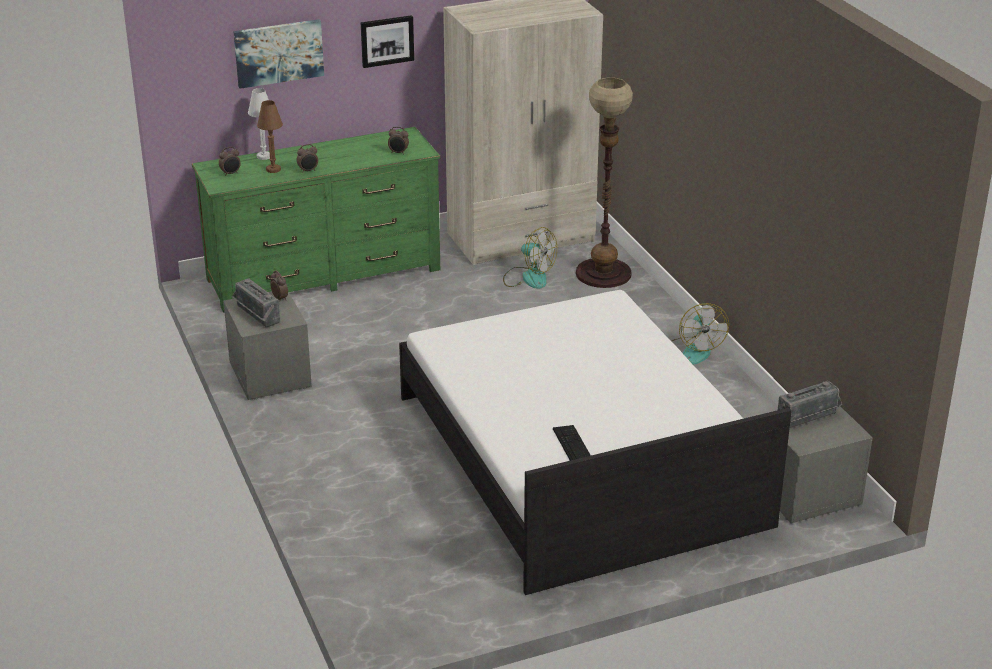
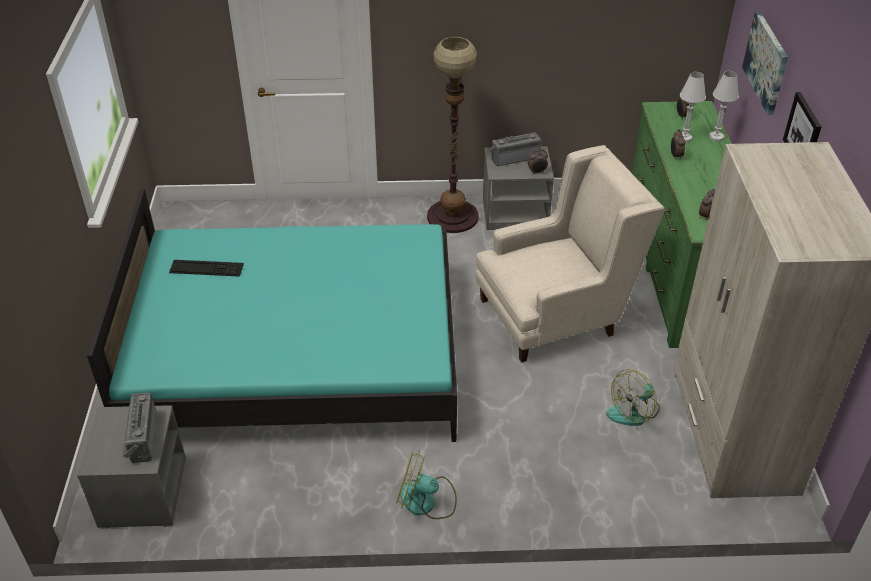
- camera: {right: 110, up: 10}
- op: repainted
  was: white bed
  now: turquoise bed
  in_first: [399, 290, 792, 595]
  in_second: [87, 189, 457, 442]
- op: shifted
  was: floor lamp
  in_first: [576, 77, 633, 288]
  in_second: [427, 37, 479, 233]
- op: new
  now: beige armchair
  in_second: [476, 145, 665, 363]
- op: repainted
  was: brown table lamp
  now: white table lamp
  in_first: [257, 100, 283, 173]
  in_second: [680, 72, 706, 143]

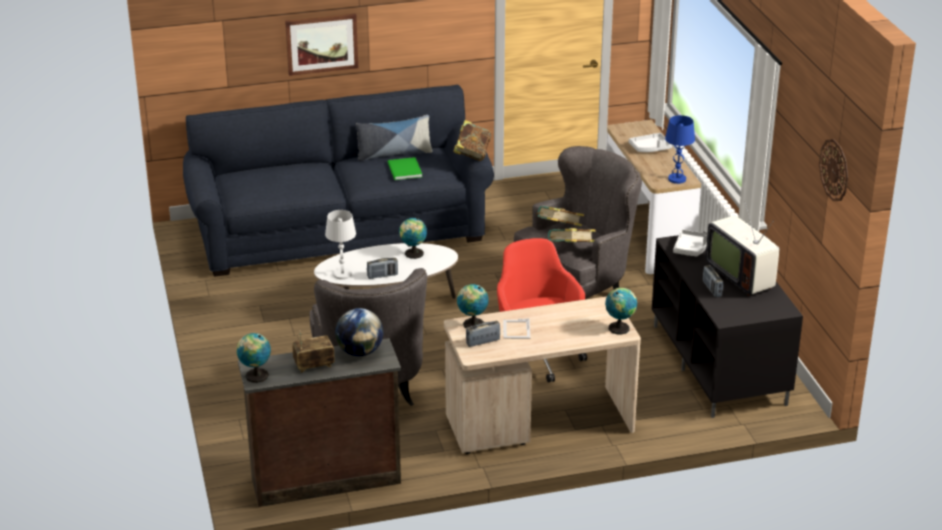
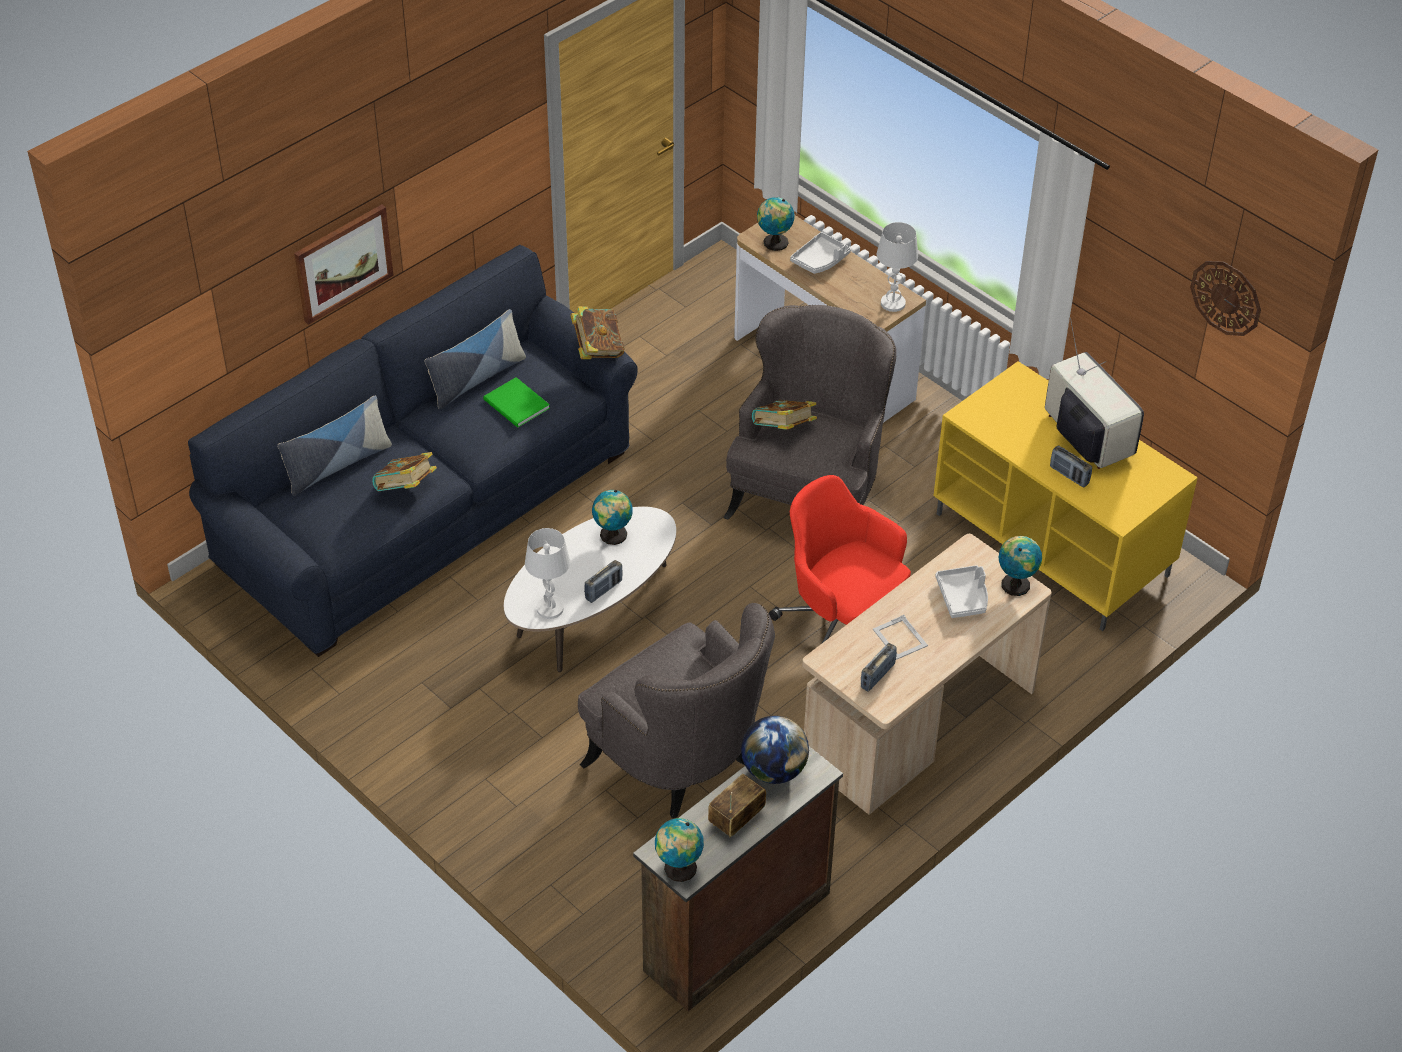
- camera: {right: -30, up: 15}
- op: new
  now: pillow
  in_second: [277, 396, 392, 495]
- op: shifted
  was: book
  in_first: [548, 228, 596, 243]
  in_second: [372, 452, 437, 491]
- op: shifted
  was: globe
  in_first: [457, 284, 489, 328]
  in_second: [757, 197, 795, 251]
- op: repainted
  was: blue table lamp
  now: white table lamp
  in_first: [665, 115, 695, 184]
  in_second: [877, 222, 918, 312]
- op: repainted
  was: black tv stand
  now: yellow tv stand
  in_first: [652, 232, 803, 418]
  in_second: [934, 361, 1198, 631]
- op: shifted
  was: grey tray
  in_first: [673, 230, 708, 256]
  in_second: [936, 565, 988, 618]
- op: rotated
  was: television
  in_first: [706, 201, 779, 296]
  in_second: [1045, 318, 1144, 469]
  clockwise: -150

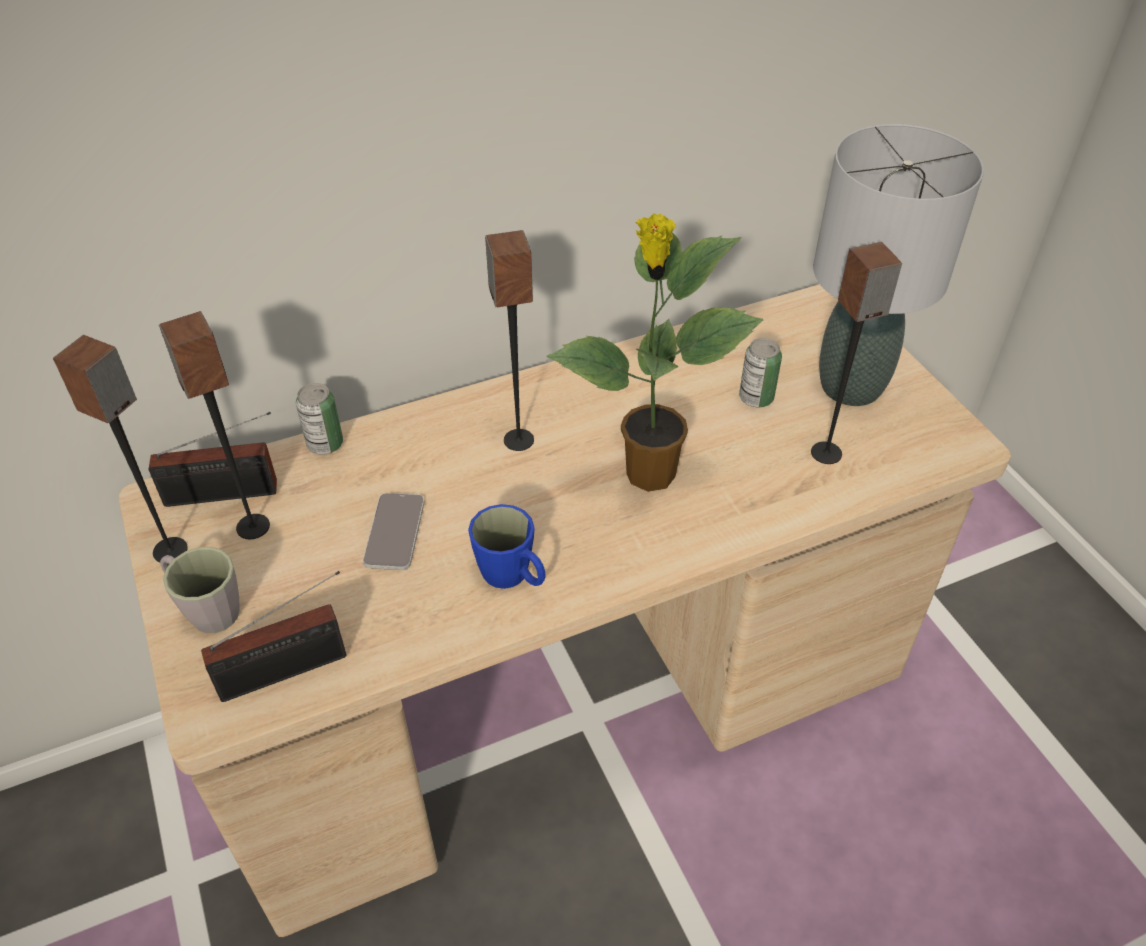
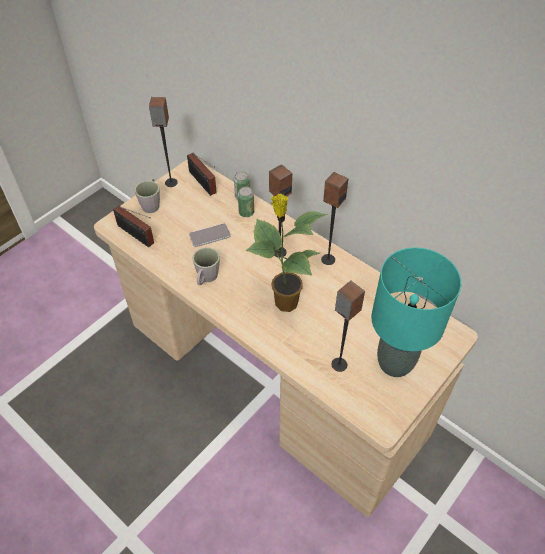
- camera: {right: 65, up: 5}
- op: repainted
  was: blue mug
  now: grey mug
  in_first: [468, 504, 546, 589]
  in_second: [192, 247, 220, 285]
- op: shifted
  was: can
  in_first: [739, 338, 782, 408]
  in_second: [238, 187, 254, 217]
- op: shifted
  was: speaker
  in_first: [159, 311, 270, 539]
  in_second: [321, 172, 348, 265]
- op: repainted
  was: grey table lamp
  now: turquoise table lamp
  in_first: [813, 124, 984, 406]
  in_second: [371, 248, 461, 377]

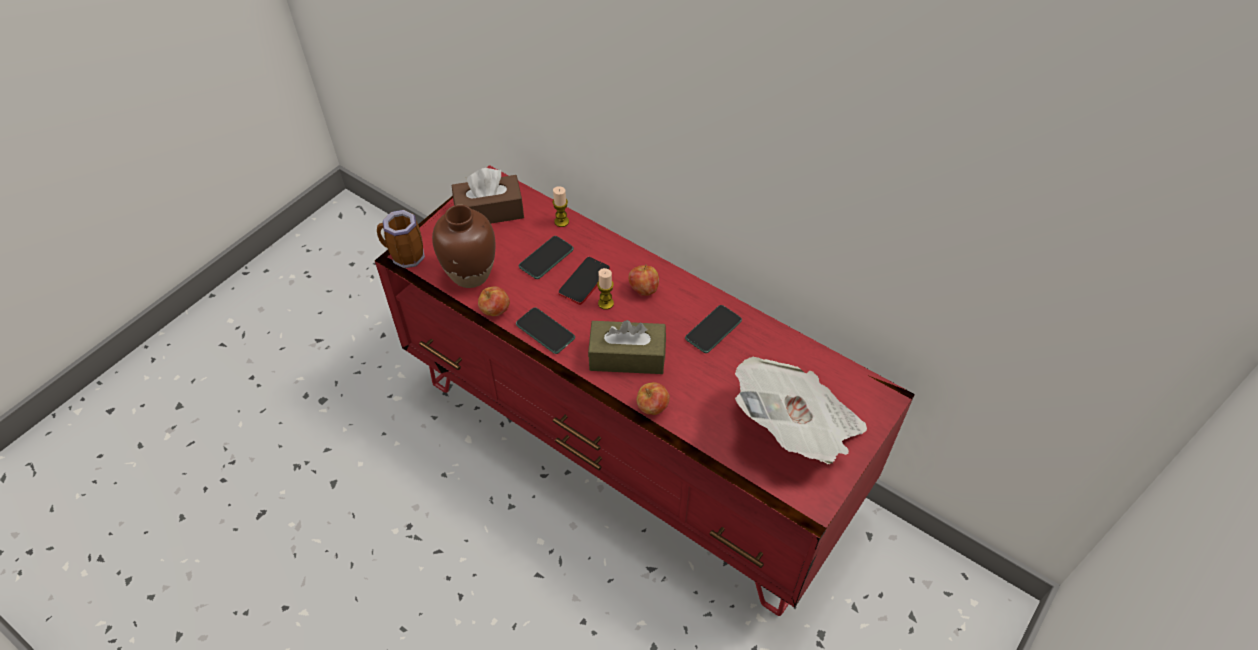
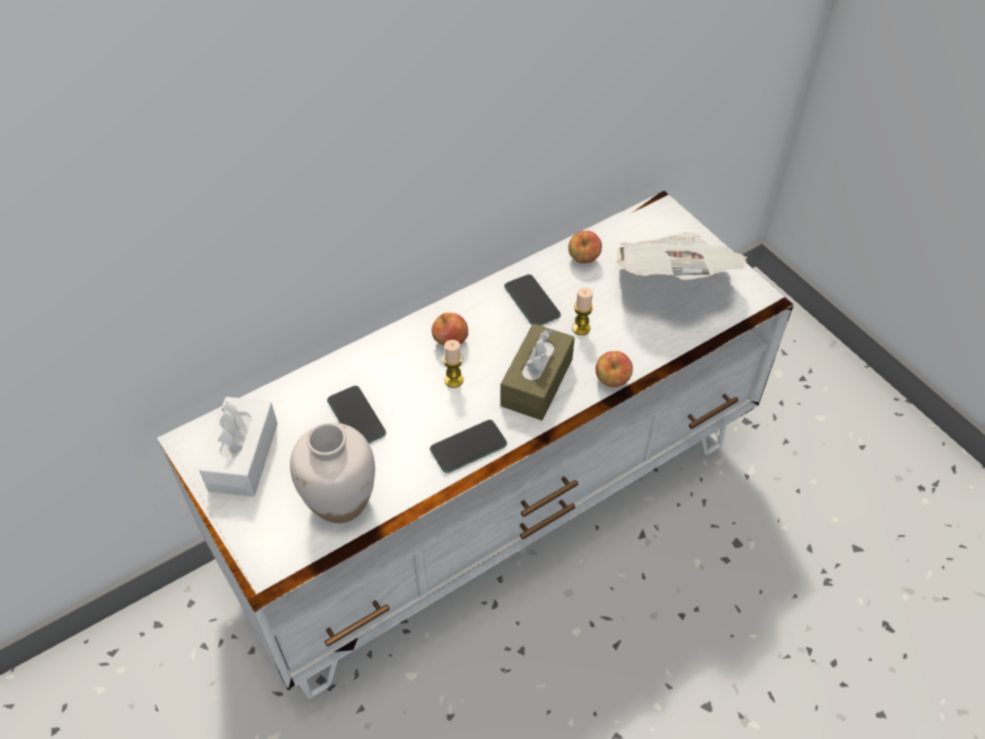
- camera: {right: -70, up: 0}
- op: repainted
  was: red tv stand
  now: white tv stand
  in_first: [375, 165, 915, 616]
  in_second: [157, 191, 794, 699]
- op: repainted
  was: brown tissue box
  now: white tissue box
  in_first: [452, 168, 524, 224]
  in_second: [199, 397, 278, 497]
- op: repainted
  was: brown vase
  now: white vase
  in_first: [432, 205, 496, 288]
  in_second: [290, 423, 375, 523]
- op: shifted
  was: apple
  in_first: [478, 286, 510, 316]
  in_second: [568, 231, 602, 264]
- op: shifted
  was: candle
  in_first: [553, 186, 569, 227]
  in_second: [572, 288, 593, 335]
- op: gone
  was: mug
  in_first: [377, 210, 425, 268]
- op: gone
  was: phone
  in_first: [558, 257, 610, 305]

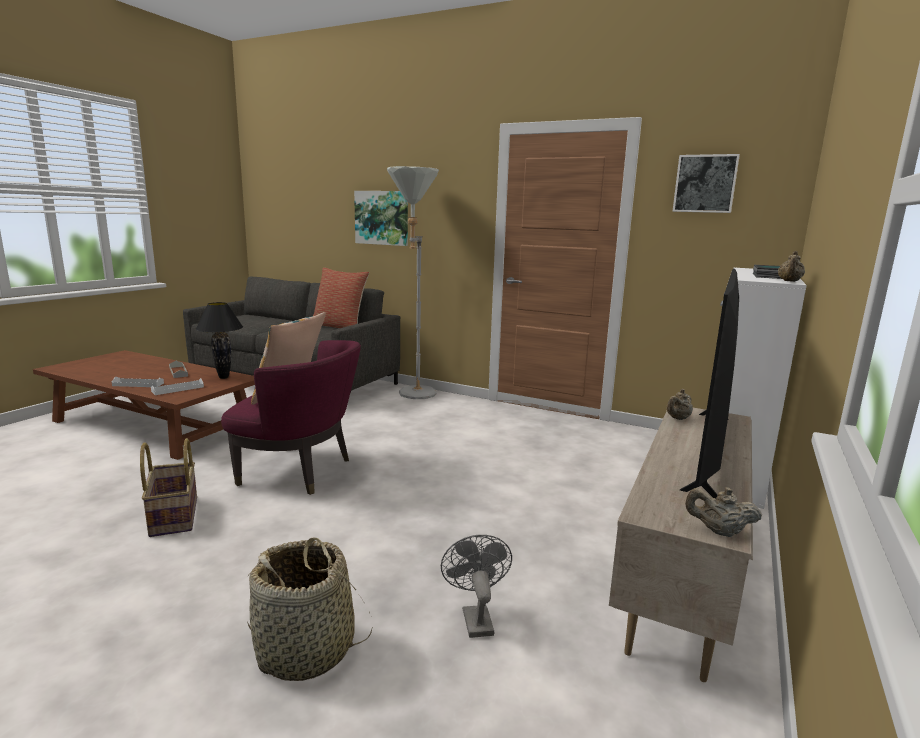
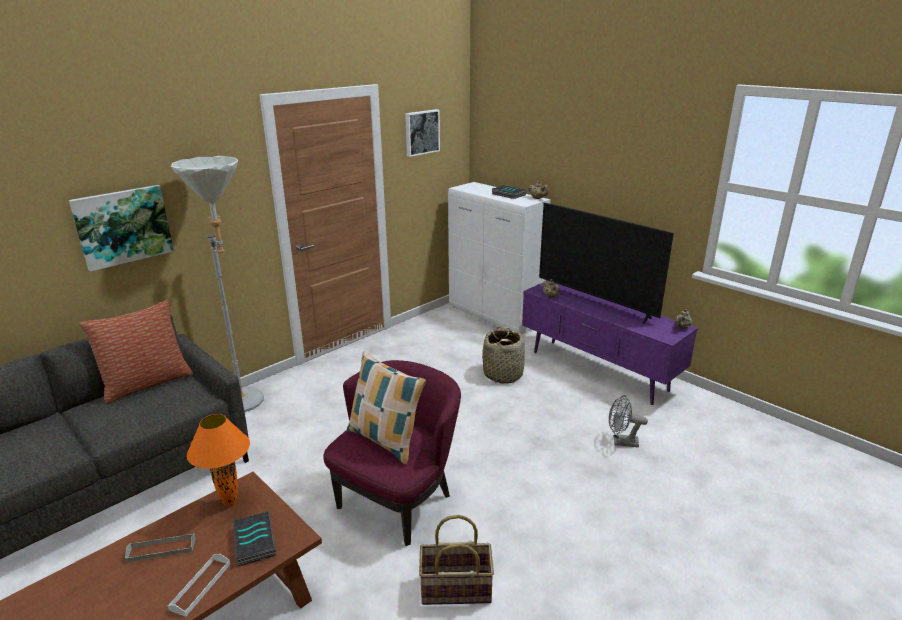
- camera: {right: -70, up: 10}
- op: repainted
  was: black table lamp
  now: orange table lamp
  in_first: [196, 302, 243, 379]
  in_second: [187, 414, 250, 507]
- op: swapped
  was: white tray
  now: book
  in_first: [151, 378, 204, 395]
  in_second: [233, 511, 276, 567]
- op: shifted
  was: basket
  in_first: [247, 537, 373, 681]
  in_second: [482, 326, 525, 384]
- op: repainted
  was: beige tv stand
  now: purple tv stand
  in_first: [609, 408, 753, 682]
  in_second: [522, 280, 698, 405]

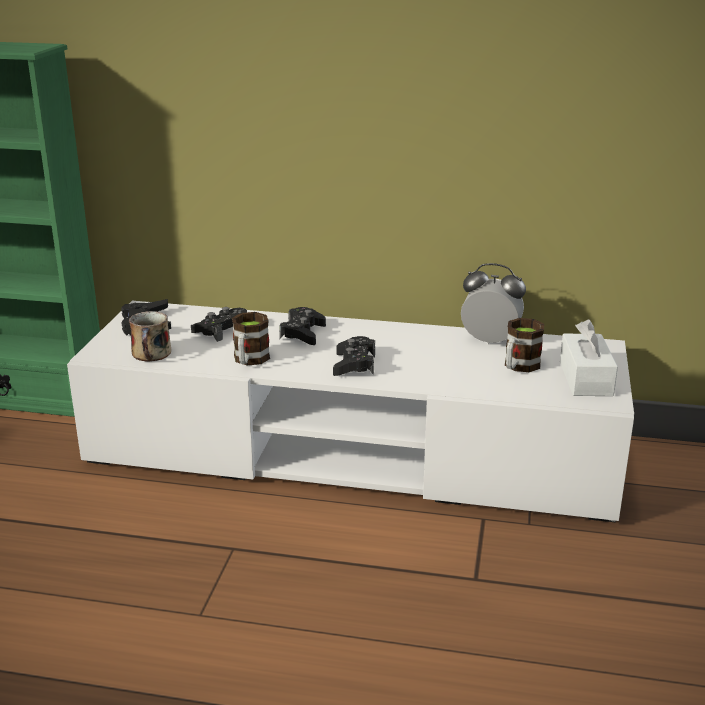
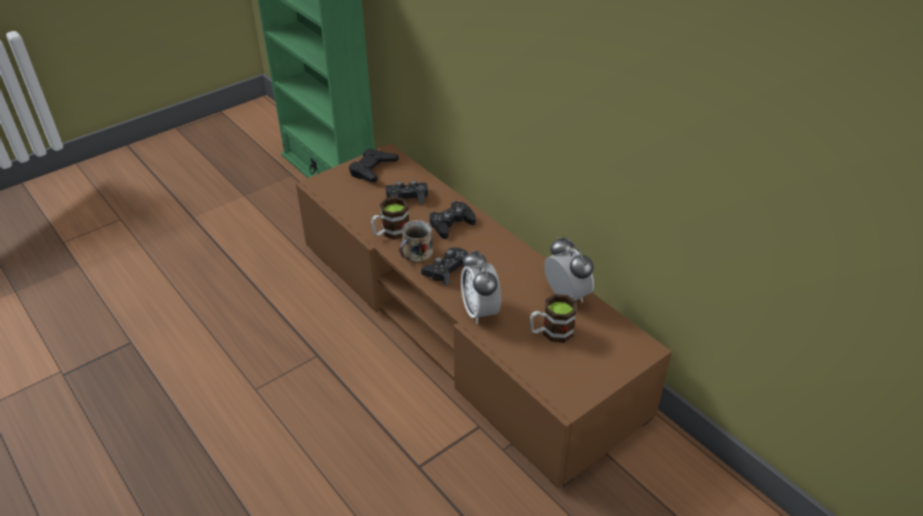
- camera: {right: 40, up: 15}
- op: repainted
  was: white tv stand
  now: brown tv stand
  in_first: [67, 301, 634, 522]
  in_second: [296, 143, 672, 489]
- op: shifted
  was: mug
  in_first: [129, 311, 171, 361]
  in_second: [399, 220, 433, 263]
- op: new
  now: alarm clock
  in_second: [461, 250, 501, 324]
- op: gone
  was: white tissue box
  in_first: [560, 319, 618, 396]

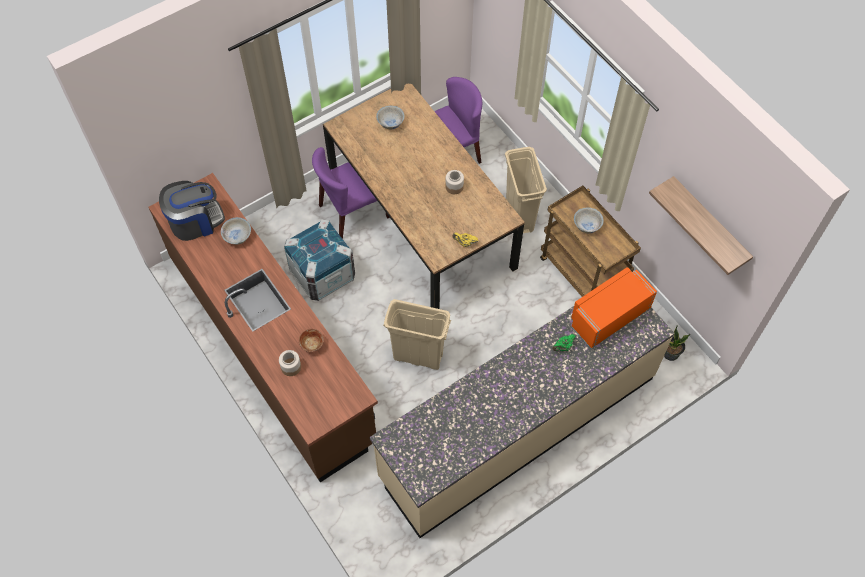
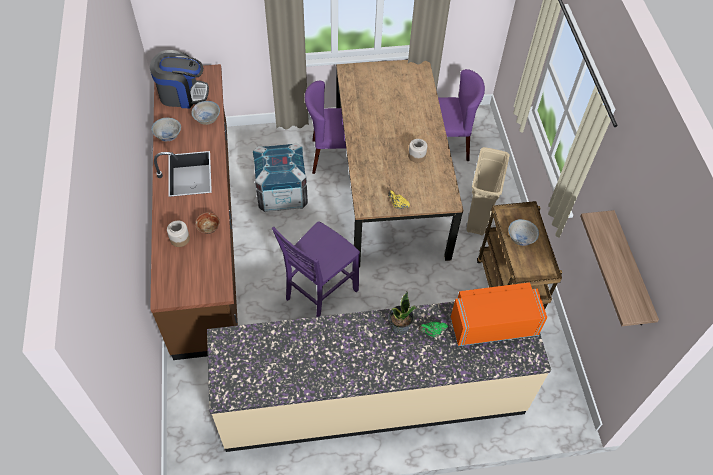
- camera: {right: 25, up: -5}
- op: shifted
  was: white bowl
  in_first: [376, 105, 405, 129]
  in_second: [151, 118, 181, 142]
- op: swapped
  was: beige trash can
  now: purple chair
  in_first: [383, 299, 451, 370]
  in_second: [272, 221, 360, 317]
- op: shifted
  was: potted plant
  in_first: [664, 325, 690, 361]
  in_second: [389, 291, 417, 335]

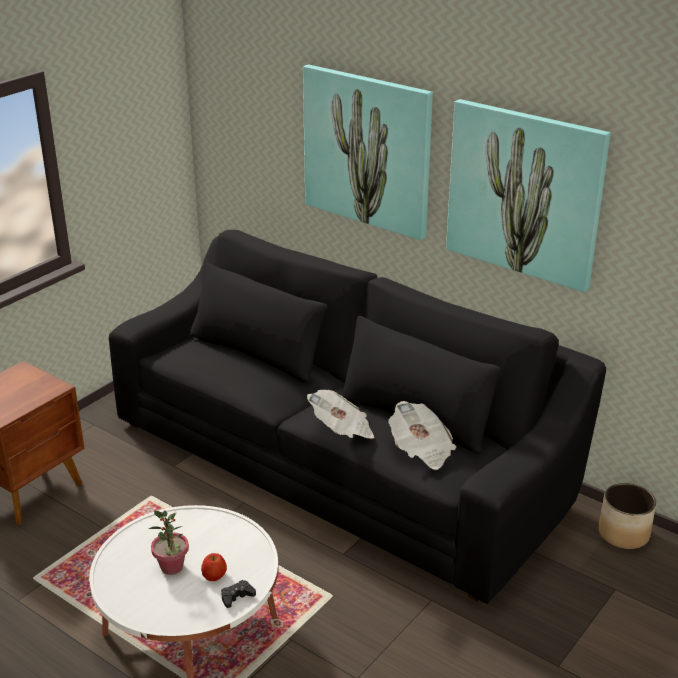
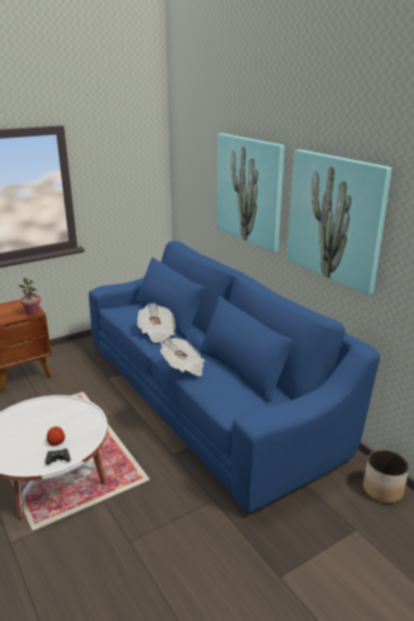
- camera: {right: 20, up: -5}
- op: shifted
  was: potted plant
  in_first: [149, 510, 189, 575]
  in_second: [19, 277, 41, 316]
- op: repainted
  was: black sofa
  now: blue sofa
  in_first: [109, 230, 606, 604]
  in_second: [89, 241, 380, 514]
- op: shifted
  was: newspaper
  in_first: [388, 401, 456, 470]
  in_second: [137, 304, 175, 343]

